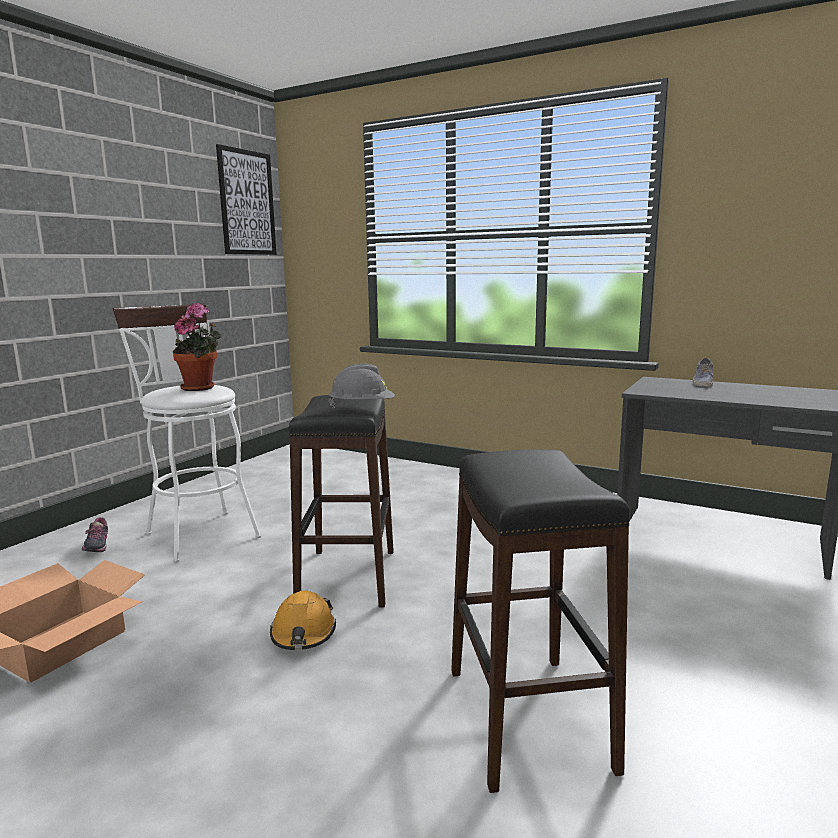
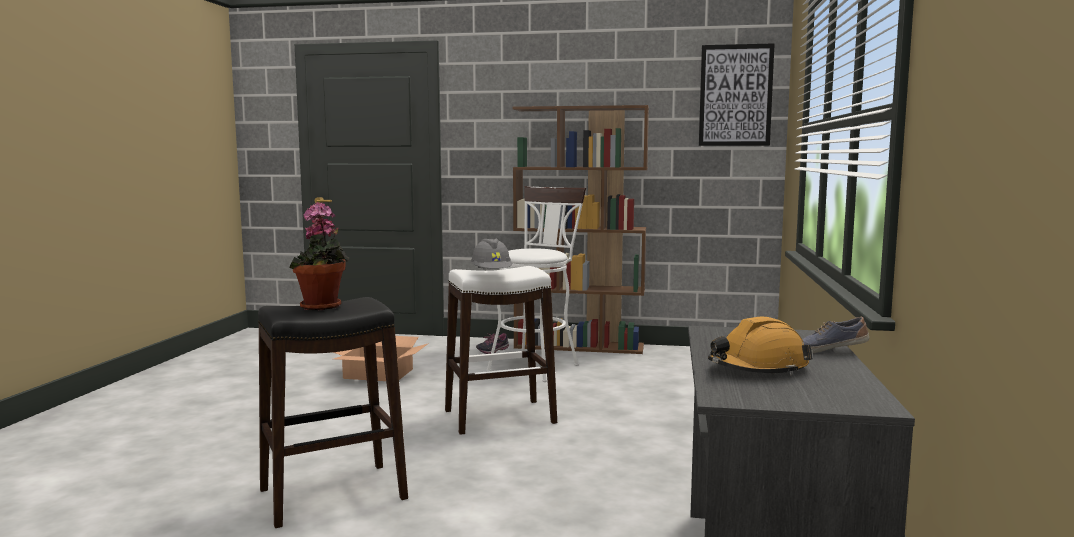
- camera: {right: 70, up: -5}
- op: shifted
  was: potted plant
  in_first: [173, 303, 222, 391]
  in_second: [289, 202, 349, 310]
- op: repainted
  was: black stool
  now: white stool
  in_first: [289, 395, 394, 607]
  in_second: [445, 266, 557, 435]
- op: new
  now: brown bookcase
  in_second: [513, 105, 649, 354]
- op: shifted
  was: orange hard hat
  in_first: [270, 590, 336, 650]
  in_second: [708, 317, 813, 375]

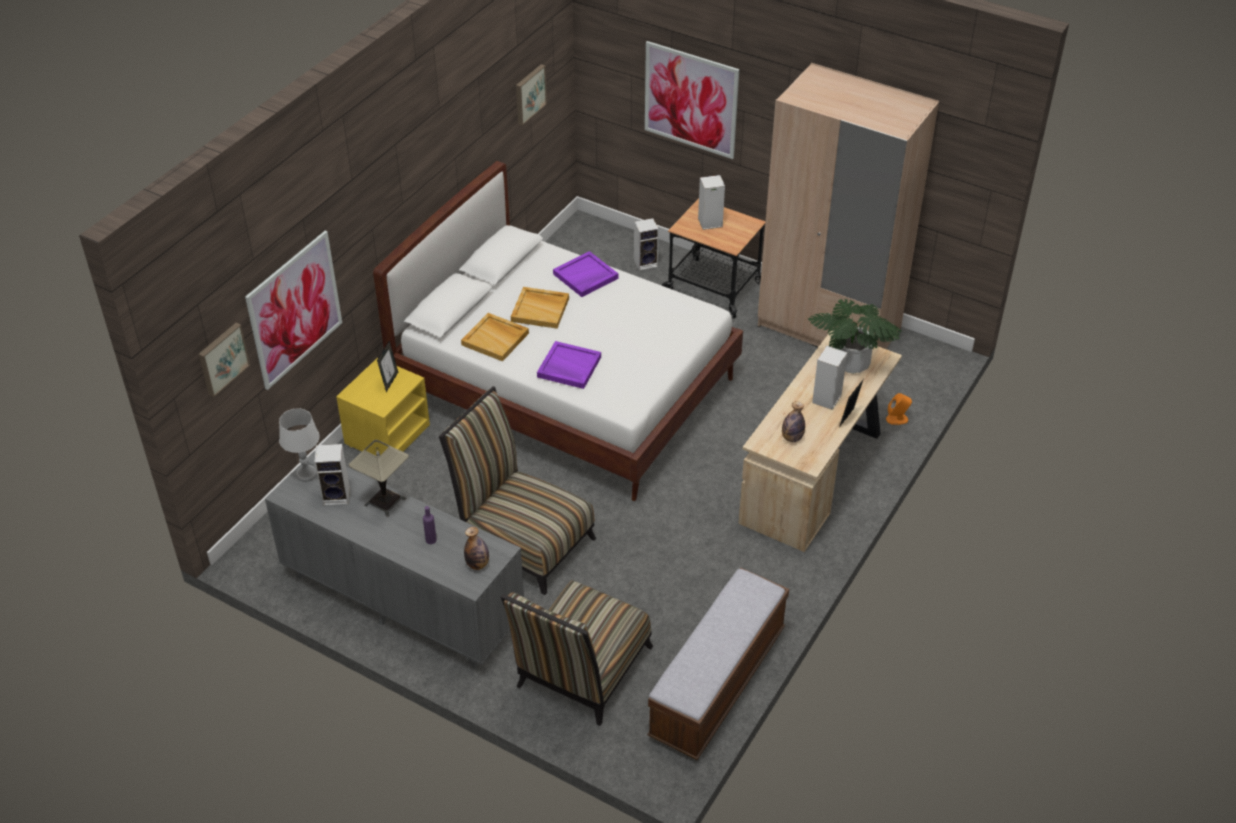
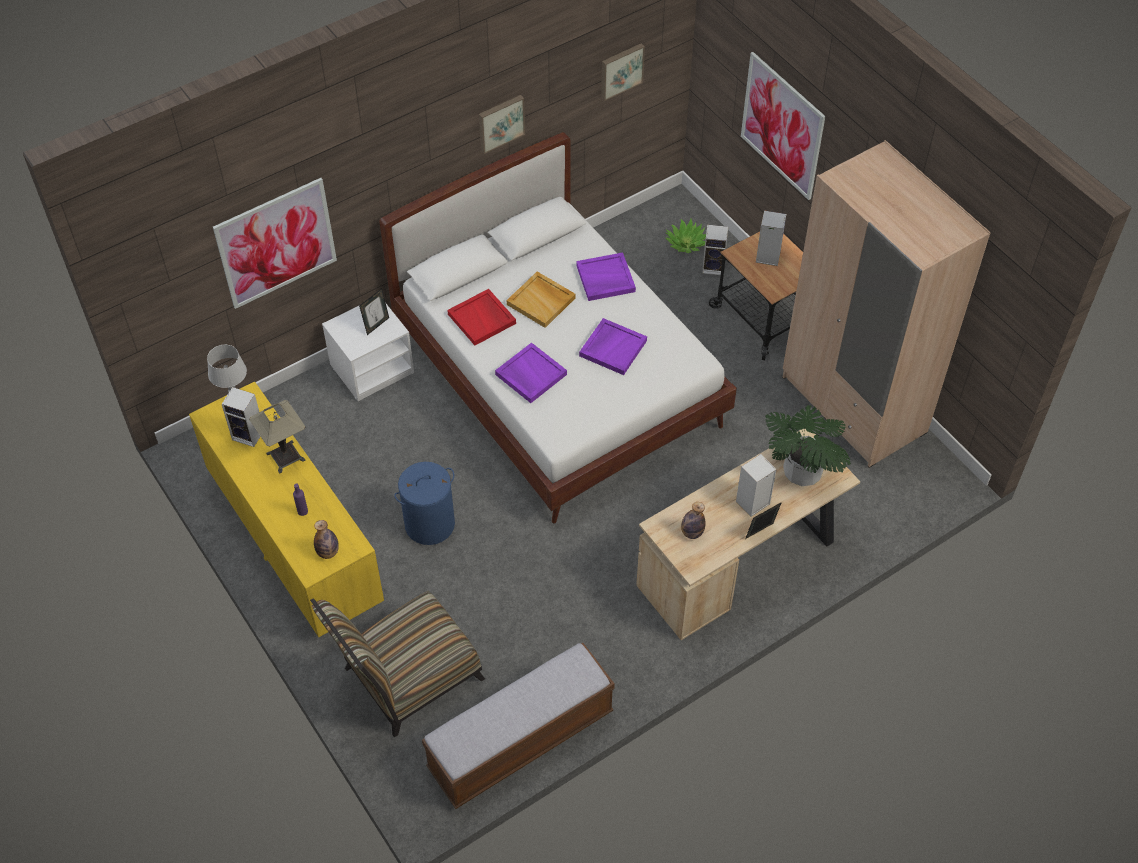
- camera: {right: 25, up: 10}
- op: repainted
  was: grey dresser
  now: yellow dresser
  in_first: [265, 452, 524, 668]
  in_second: [189, 381, 384, 637]
- op: repainted
  was: yellow nightstand
  now: white nightstand
  in_first: [336, 358, 430, 456]
  in_second: [322, 304, 414, 401]
- op: swapped
  was: chair
  now: blue laundry basket
  in_first: [439, 386, 596, 595]
  in_second: [394, 462, 455, 545]
- op: repainted
  was: beige tray
  now: red tray
  in_first: [461, 313, 529, 362]
  in_second: [447, 289, 516, 345]
- op: shifted
  was: picture
  in_first: [199, 323, 250, 397]
  in_second: [479, 95, 525, 154]
- op: new
  now: purple tray
  in_second: [579, 318, 647, 375]
- op: new
  now: potted plant
  in_second: [665, 219, 706, 253]
- op: gone
  was: orange speaker
  in_first: [886, 393, 912, 425]

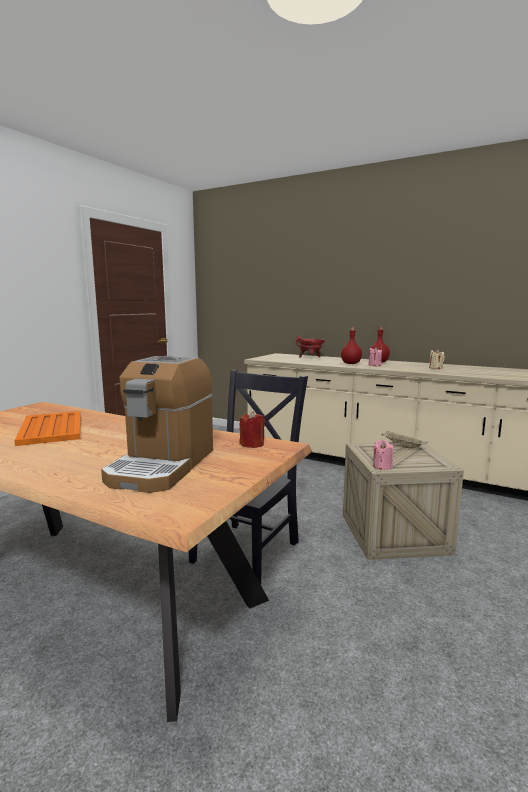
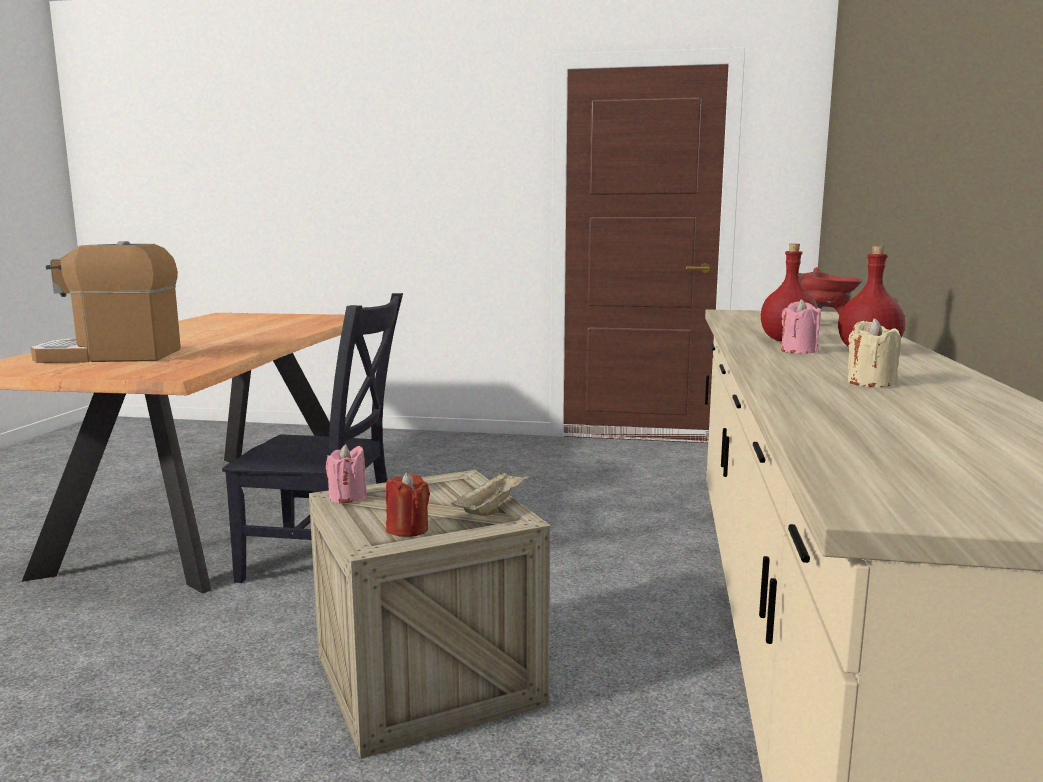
- camera: {right: 70, up: 0}
- op: shifted
  was: red candle
  in_first: [239, 411, 265, 448]
  in_second: [386, 472, 430, 537]
- op: gone
  was: orange tray
  in_first: [14, 411, 81, 446]

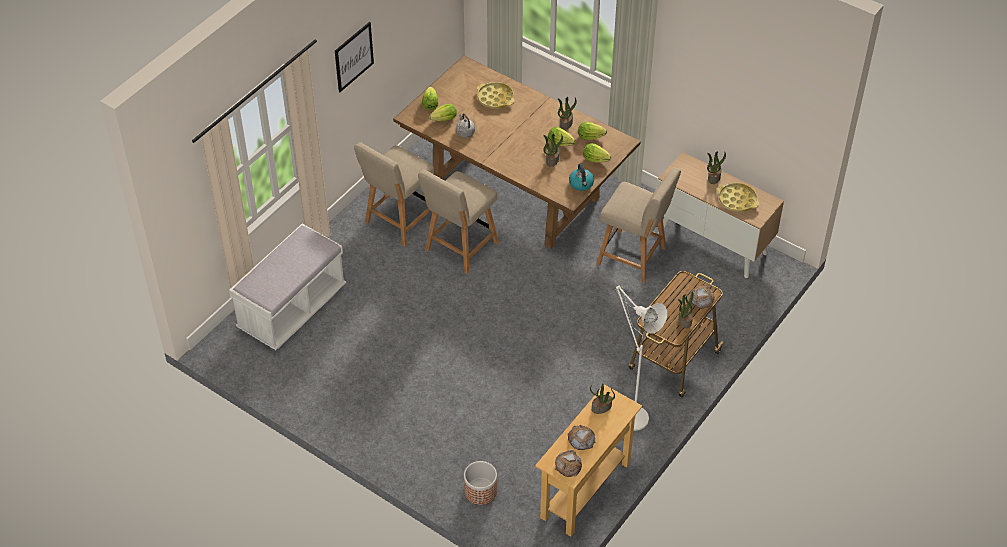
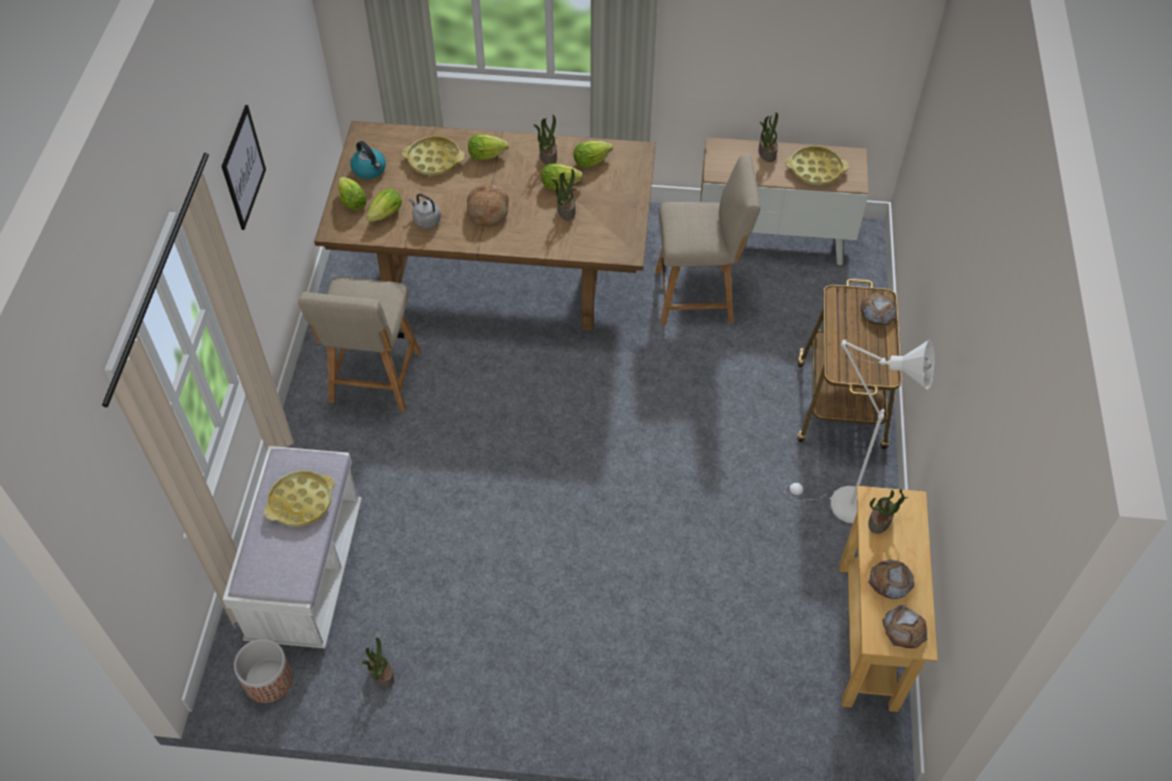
- camera: {right: -30, up: 5}
- op: shifted
  was: planter
  in_first: [464, 461, 497, 505]
  in_second: [234, 639, 293, 703]
- op: new
  now: yellow tray
  in_second: [264, 470, 334, 527]
- op: shifted
  was: kettle
  in_first: [569, 163, 594, 191]
  in_second: [350, 141, 386, 179]
- op: shifted
  was: potted plant
  in_first: [678, 292, 694, 328]
  in_second: [361, 637, 394, 687]
- op: new
  now: bread
  in_second: [467, 184, 509, 227]
- op: shifted
  was: lettuce
  in_first: [583, 143, 612, 163]
  in_second: [468, 134, 509, 160]
- op: gone
  was: beige chair
  in_first: [418, 169, 499, 274]

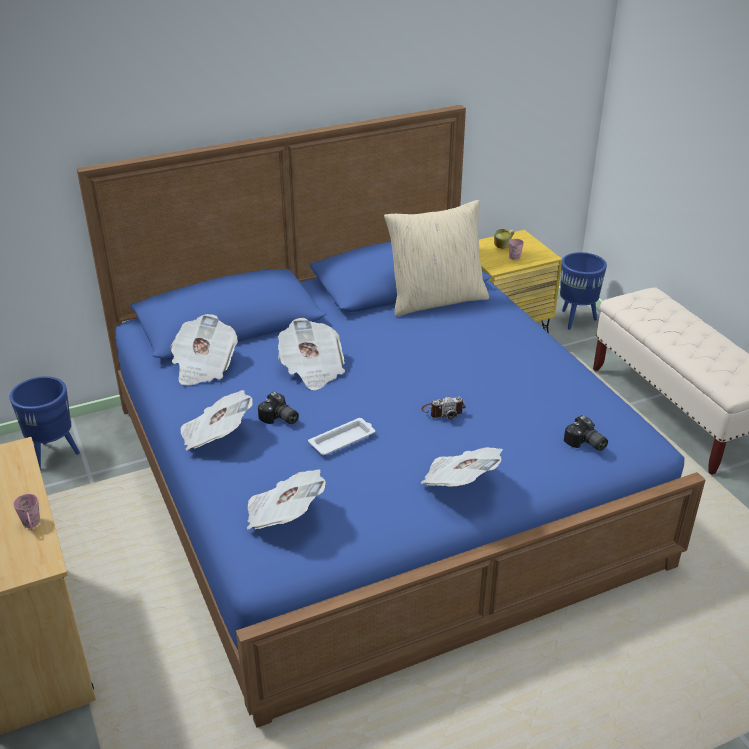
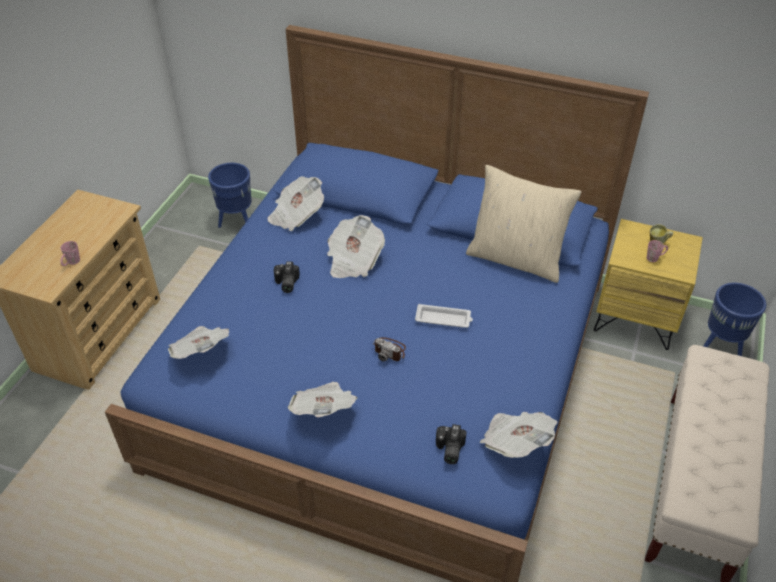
- camera: {right: 45, up: 10}
- op: shifted
  was: white tray
  in_first: [308, 418, 375, 455]
  in_second: [415, 304, 473, 328]
- op: shifted
  was: newspaper
  in_first: [180, 390, 253, 451]
  in_second: [480, 412, 558, 458]

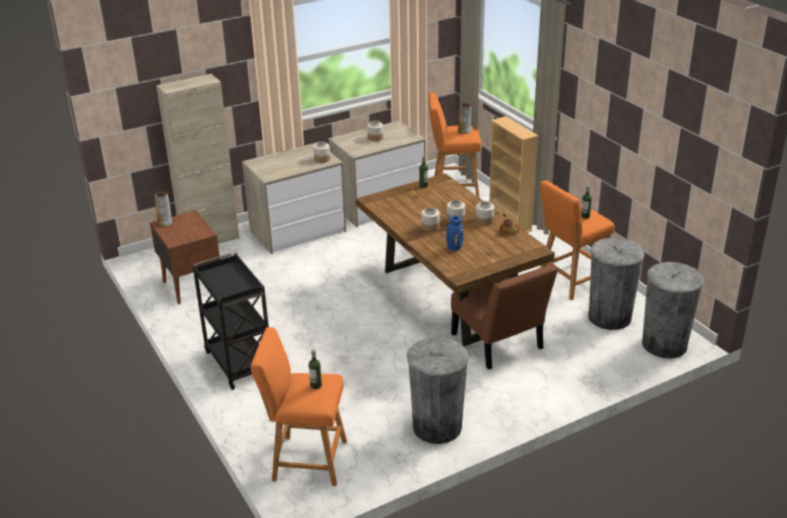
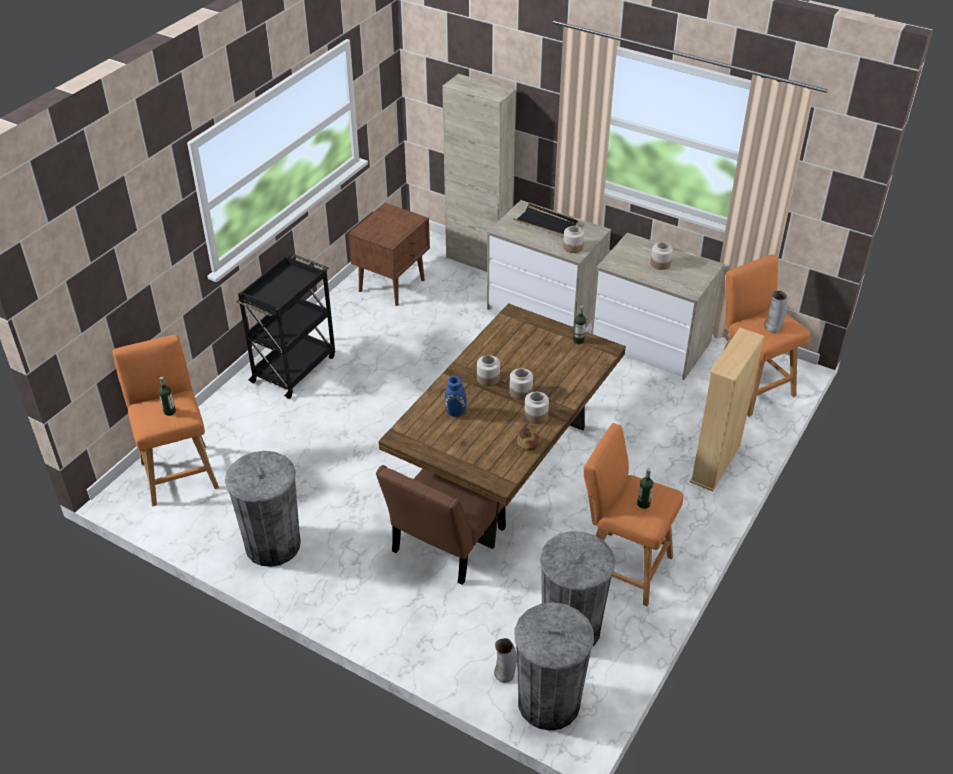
- camera: {right: 60, up: 10}
- op: shifted
  was: vase
  in_first: [154, 192, 172, 227]
  in_second: [494, 638, 517, 683]
- op: new
  now: black tray
  in_second: [514, 203, 578, 238]

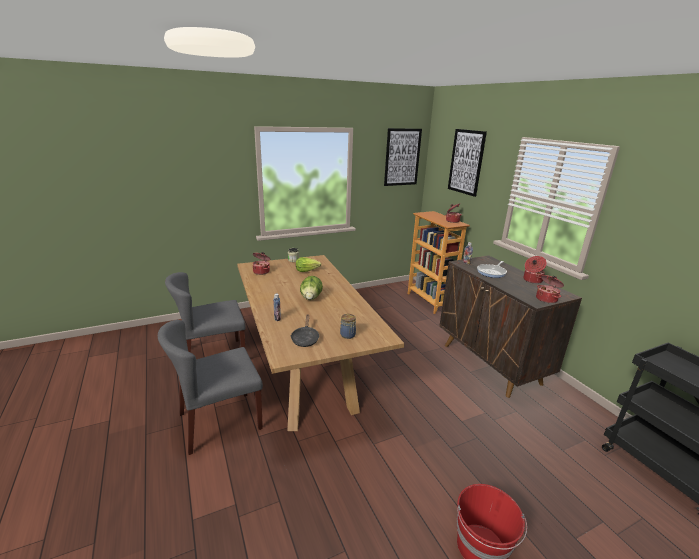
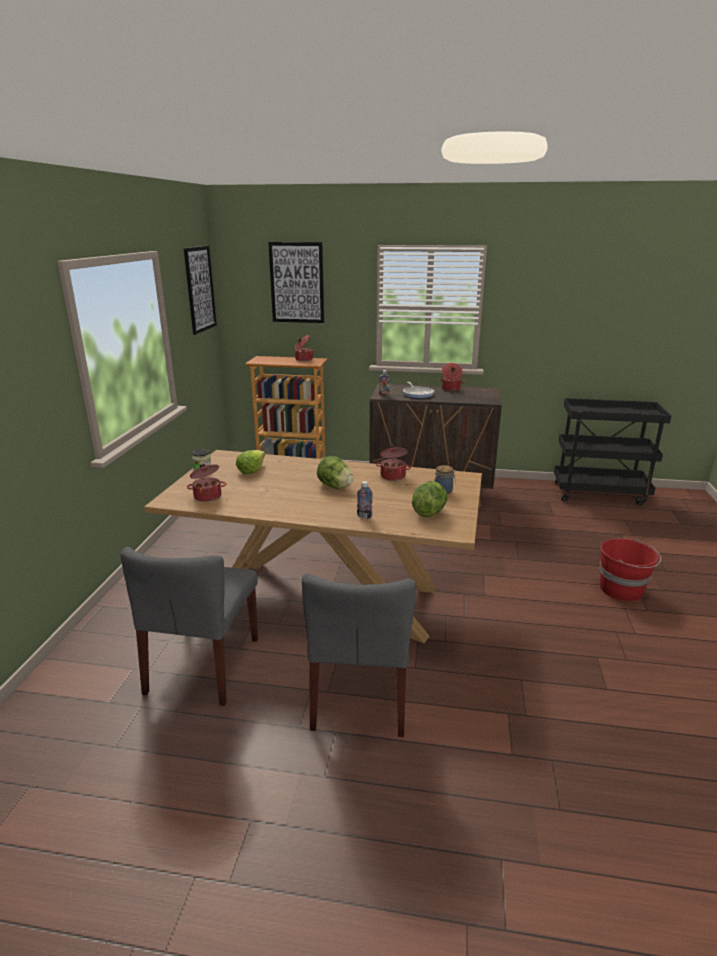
- camera: {right: -55, up: 0}
- op: shifted
  was: cooking pot
  in_first: [536, 275, 564, 303]
  in_second: [376, 446, 411, 481]
- op: swapped
  was: black frying pan
  now: lettuce
  in_first: [290, 314, 320, 347]
  in_second: [412, 481, 448, 517]

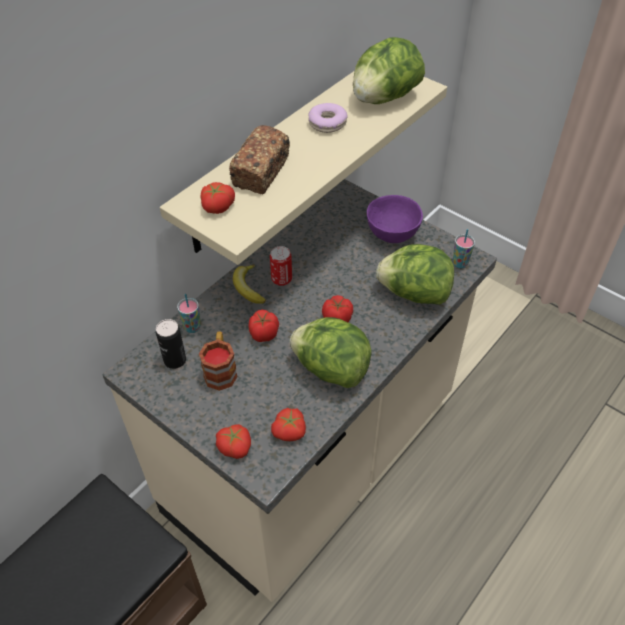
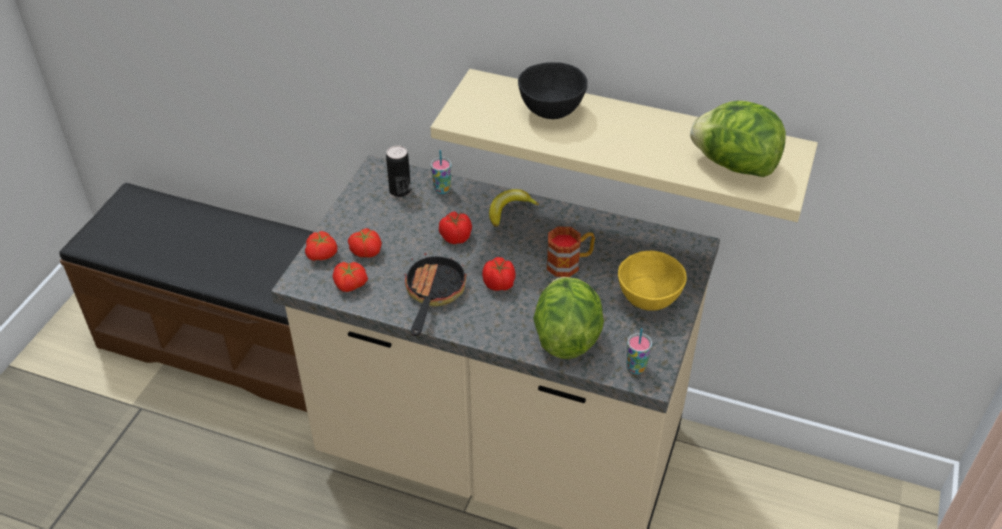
- camera: {right: 70, up: -5}
- op: shifted
  was: tomato
  in_first: [201, 182, 235, 214]
  in_second: [348, 228, 382, 258]
- op: swapped
  was: lettuce
  now: frying pan
  in_first: [289, 317, 372, 388]
  in_second: [405, 253, 466, 336]
- op: swapped
  was: bread
  now: black bowl
  in_first: [229, 125, 290, 194]
  in_second: [518, 62, 588, 119]
- op: shifted
  was: mug
  in_first: [199, 331, 238, 391]
  in_second: [547, 226, 595, 277]
- op: repainted
  was: purple bowl
  now: yellow bowl
  in_first: [367, 195, 423, 243]
  in_second: [618, 251, 687, 311]
- op: gone
  was: can
  in_first: [270, 246, 292, 286]
- op: gone
  was: donut
  in_first: [308, 103, 348, 133]

